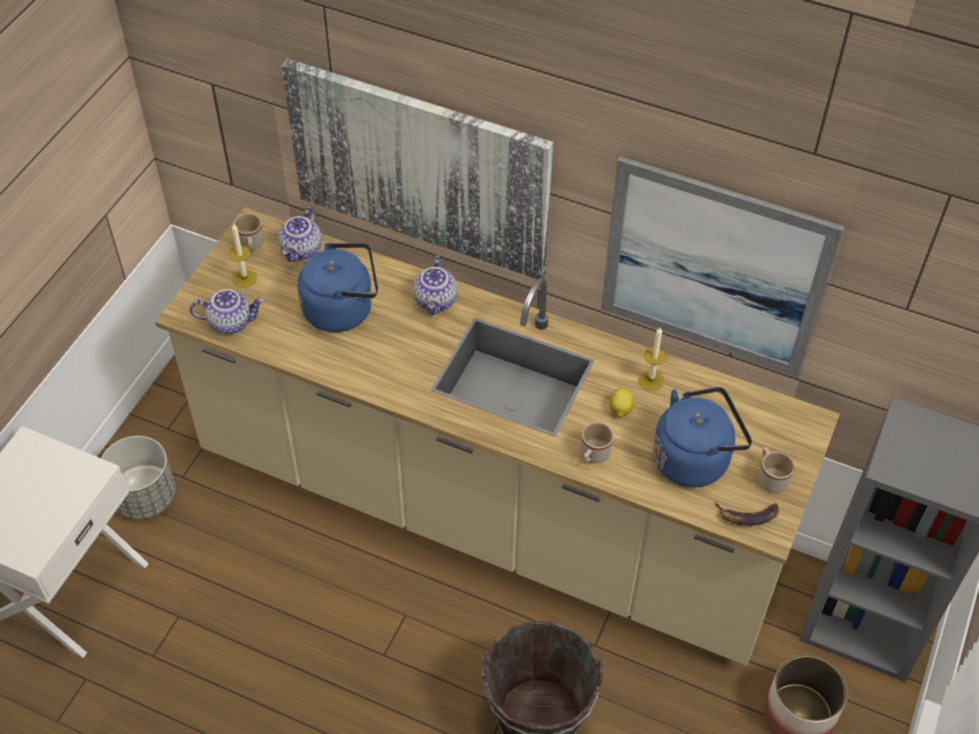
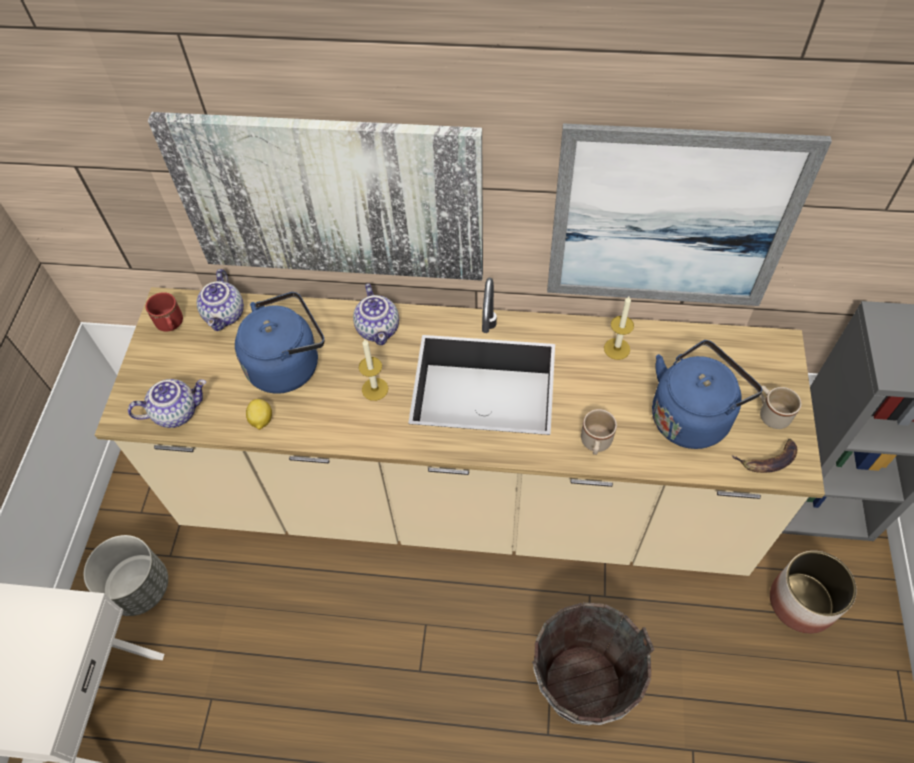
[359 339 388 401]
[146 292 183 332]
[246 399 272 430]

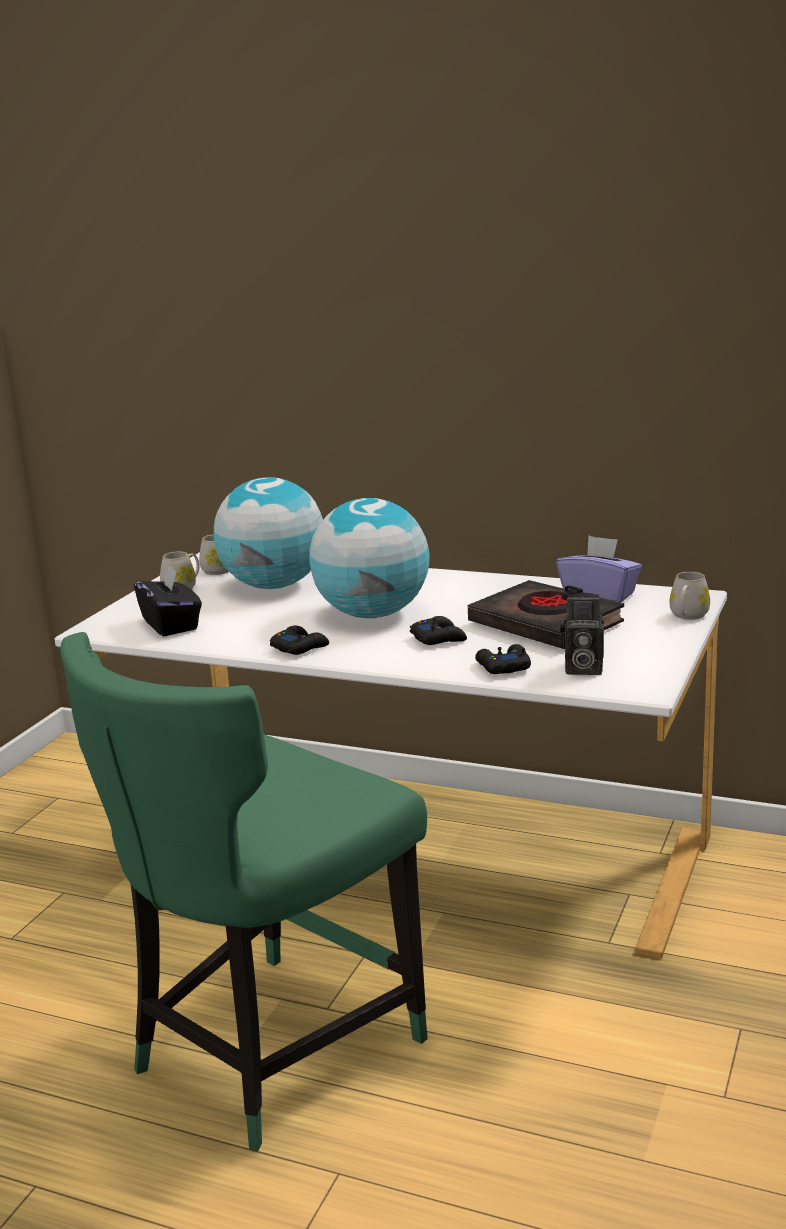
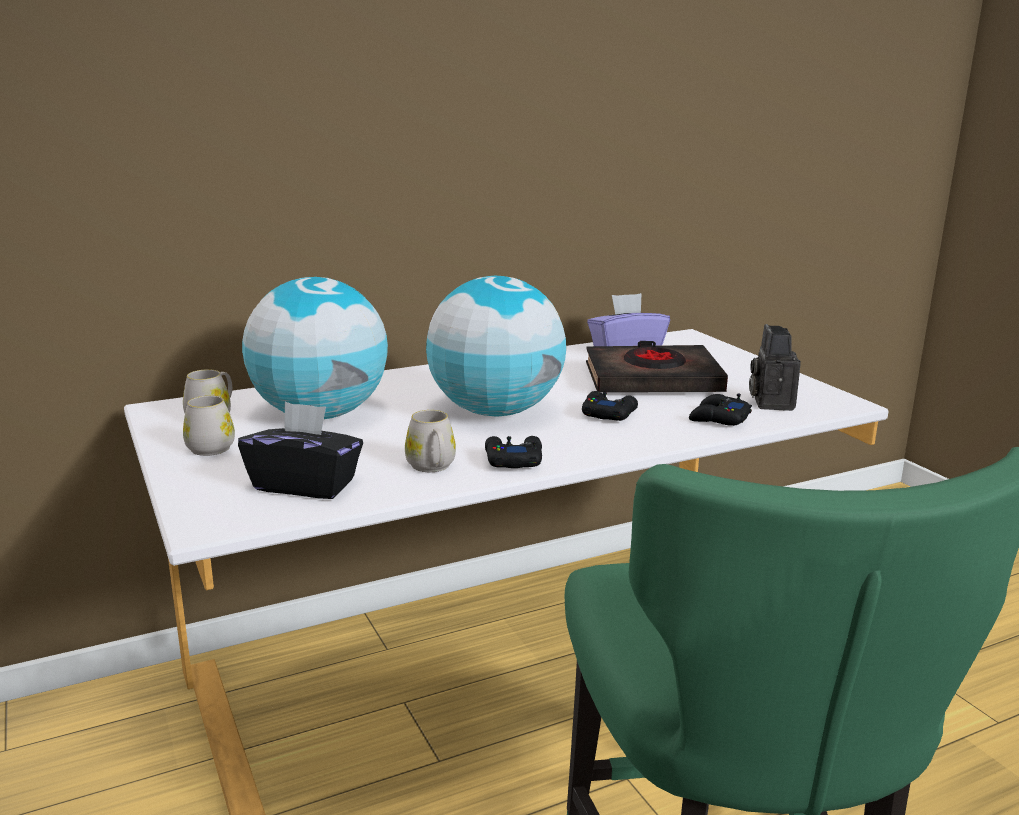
[749 324 801 411]
[405 410 456 472]

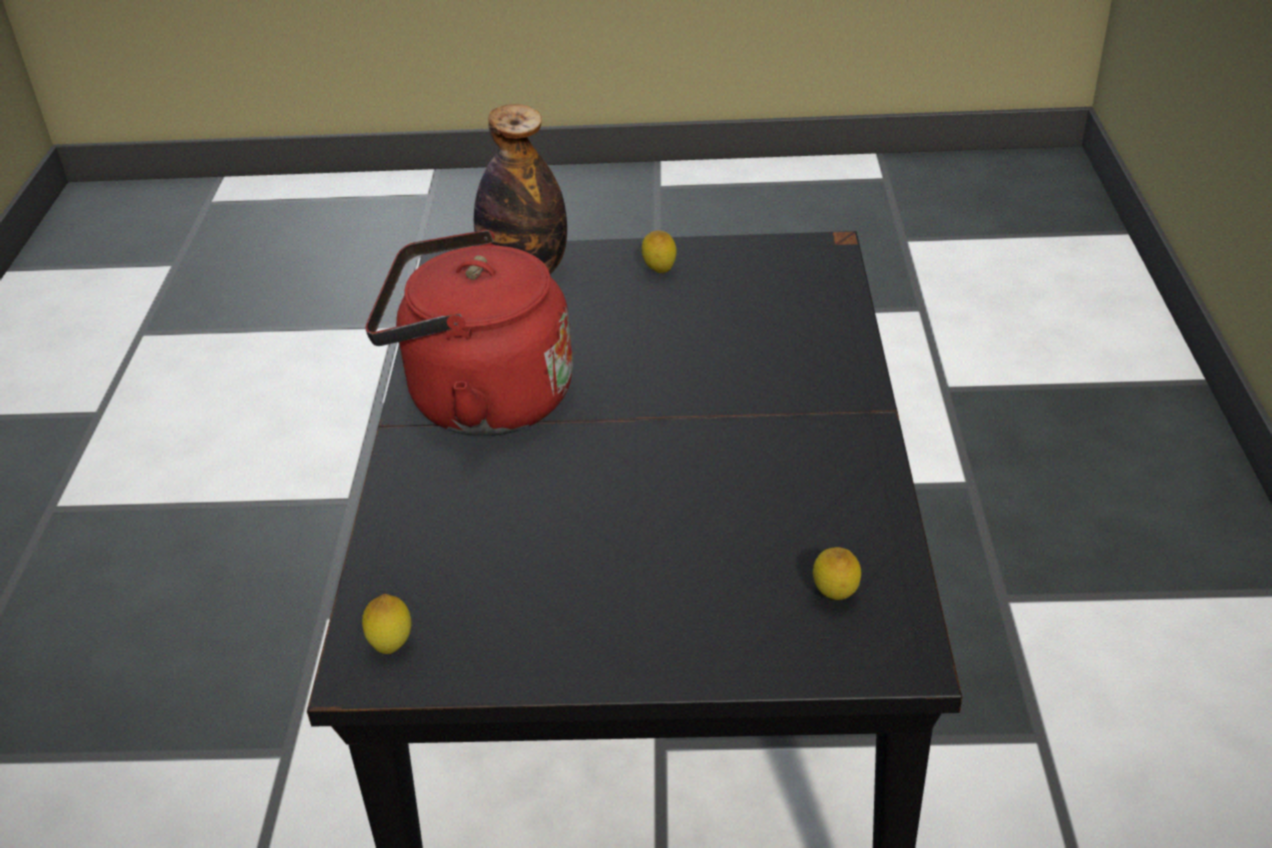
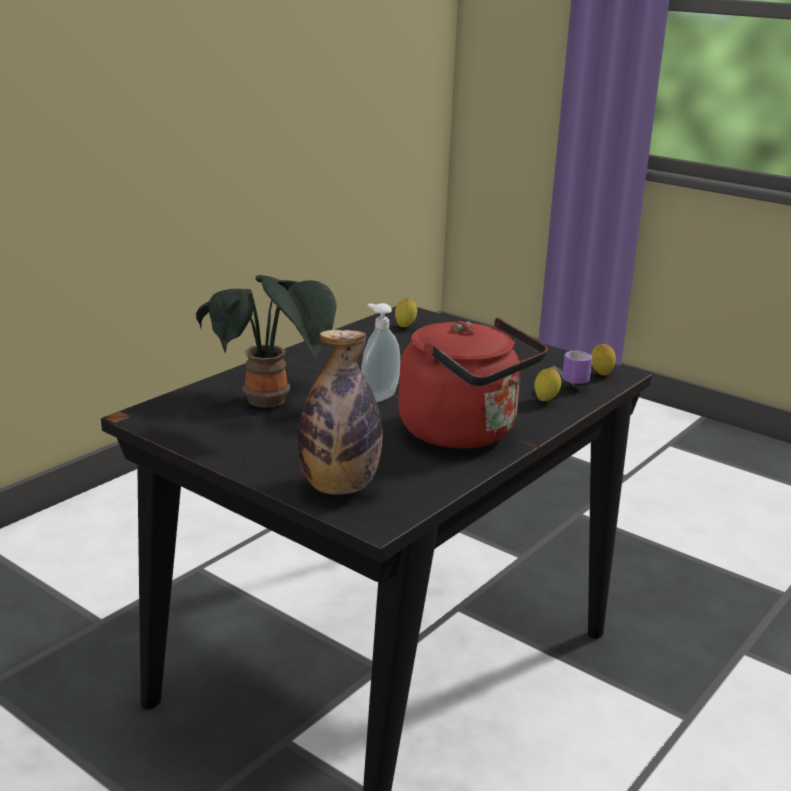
[534 367 561 401]
[196 275 337 408]
[361 303 400 402]
[553 351 592 385]

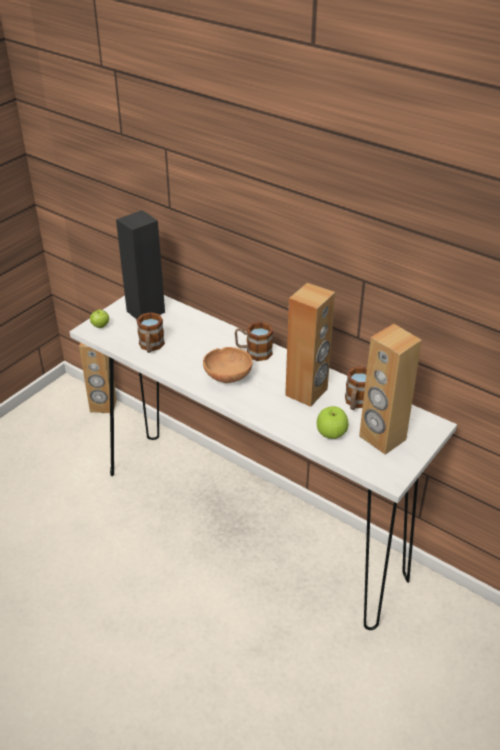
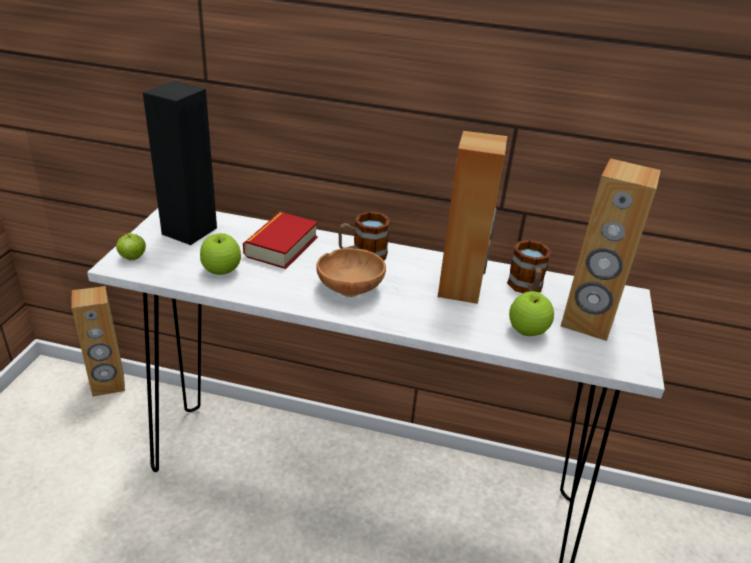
[200 233 241 275]
[243 212 318 269]

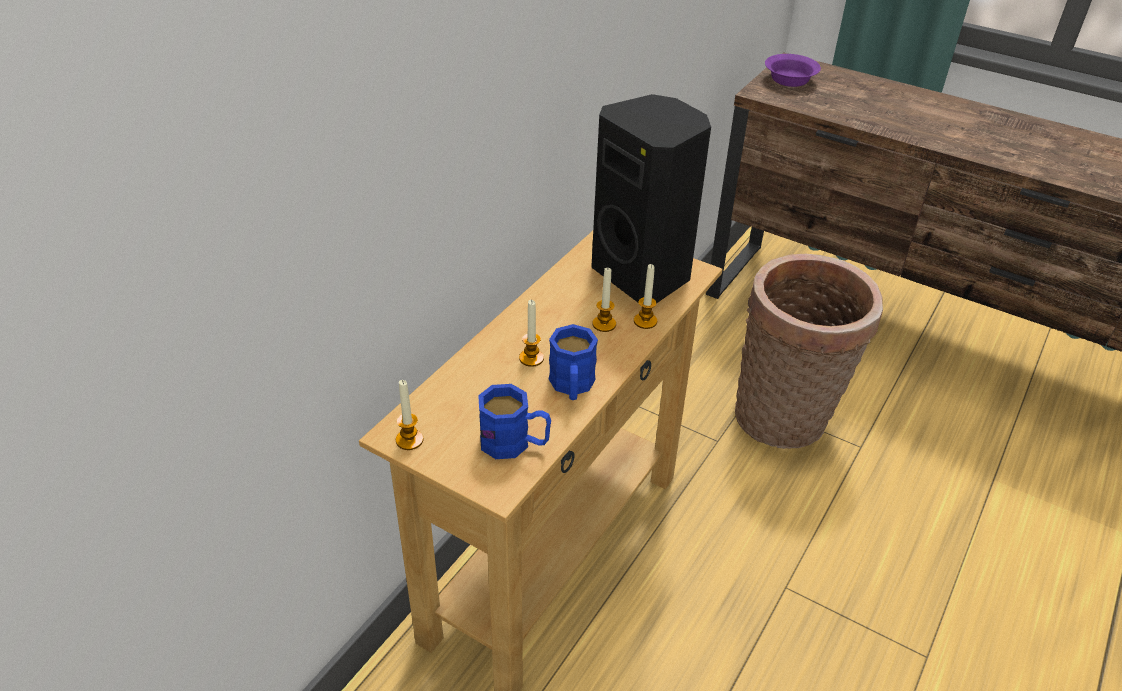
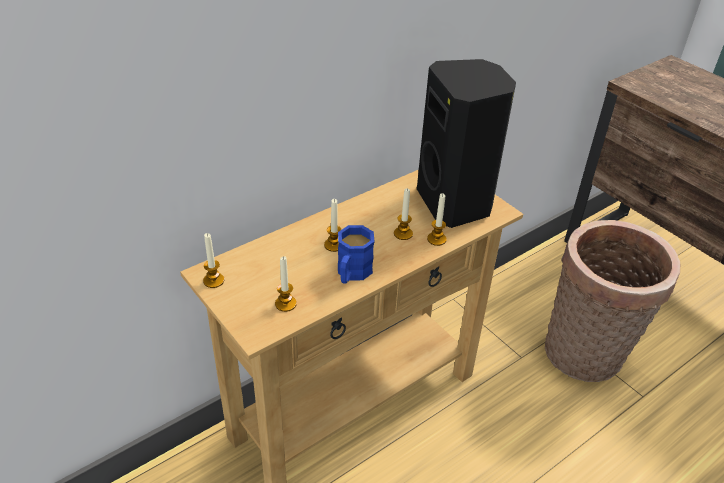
[275 256 297 312]
[765 54 821 87] (first image)

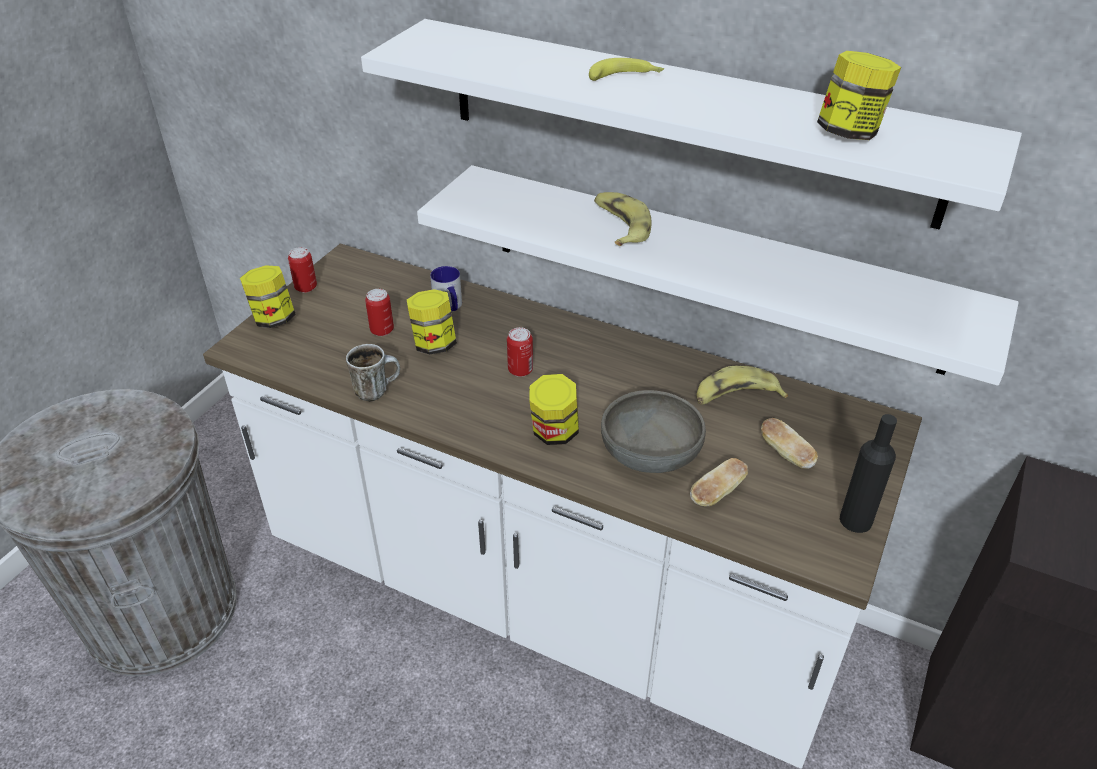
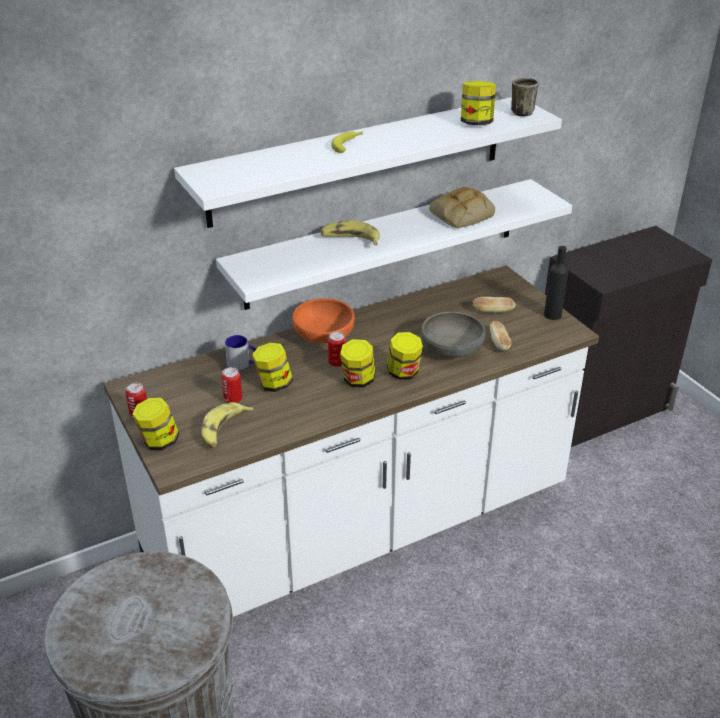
[511 77 539 117]
[201 402 254 448]
[292 298 355 344]
[340 339 376 387]
[429 187 495 228]

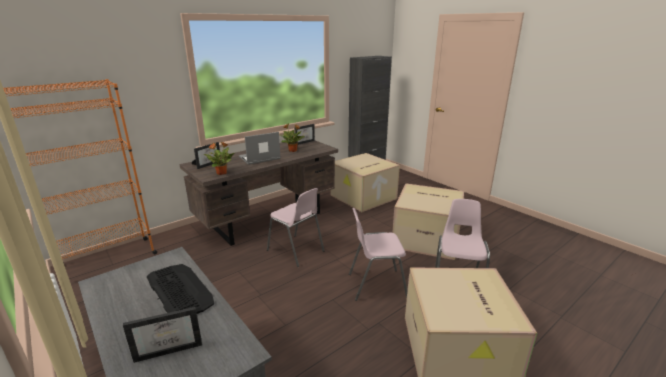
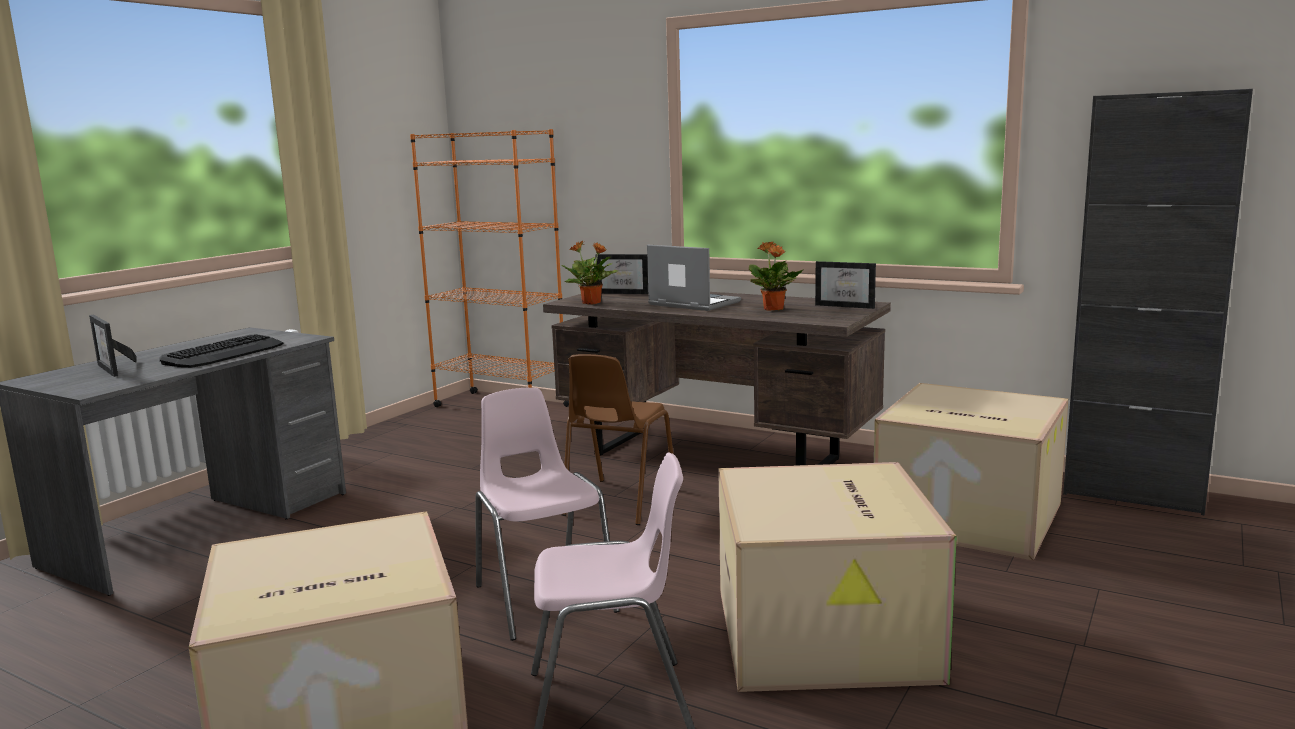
[561 354 673 525]

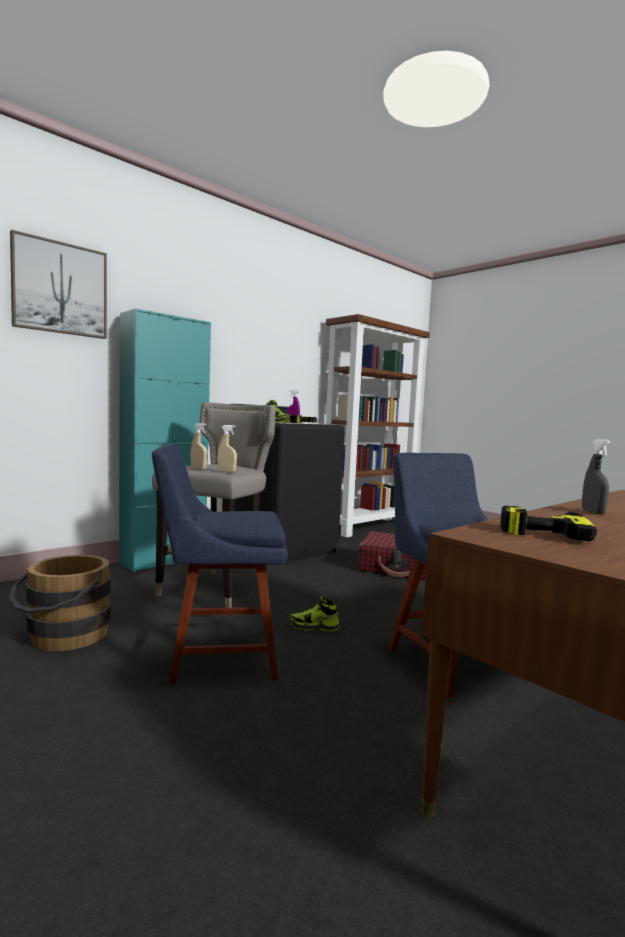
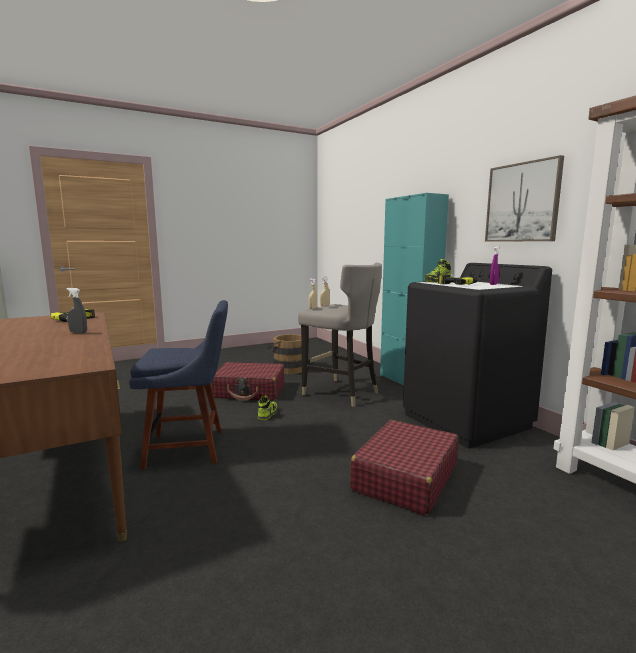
[485 155 564 242]
[212 362 284 401]

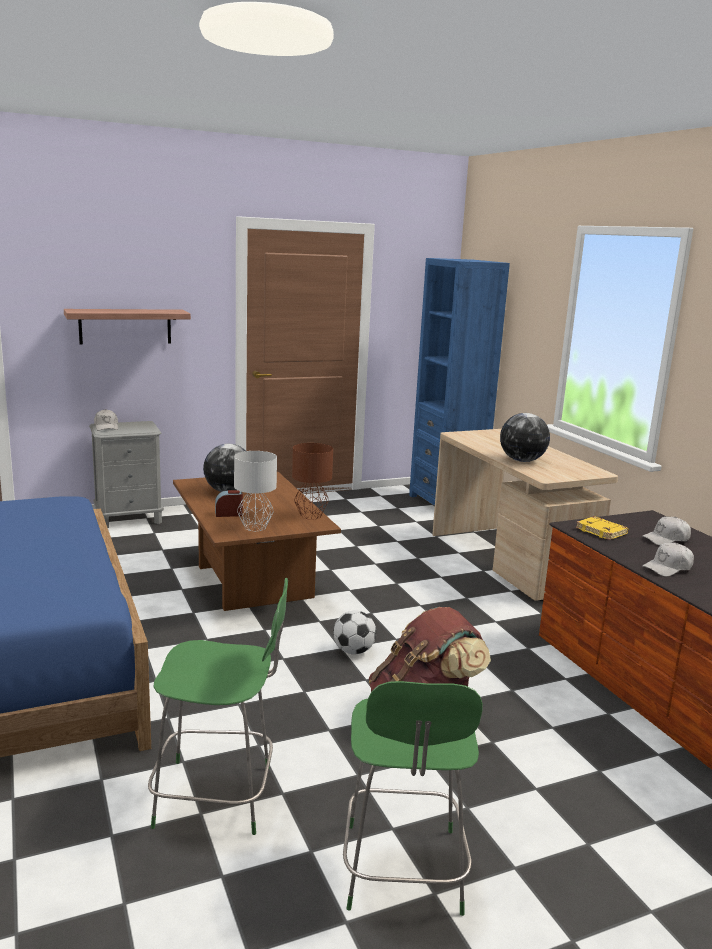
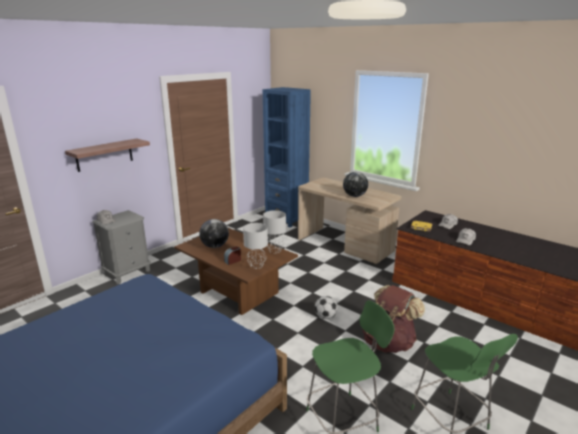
[263 210 286 253]

